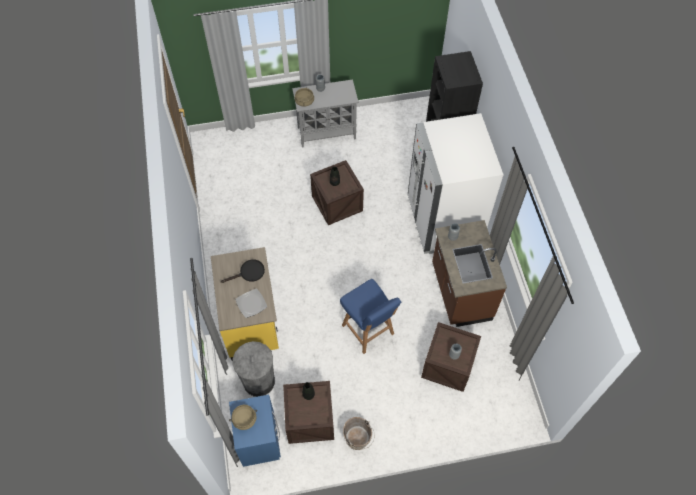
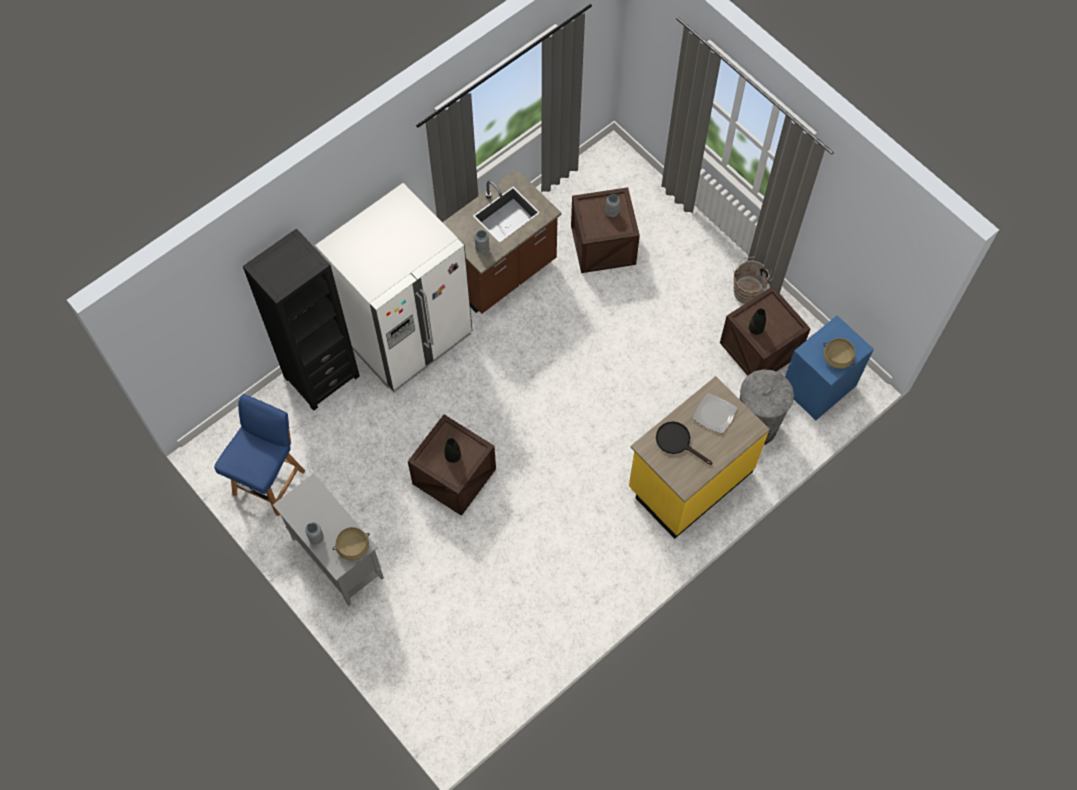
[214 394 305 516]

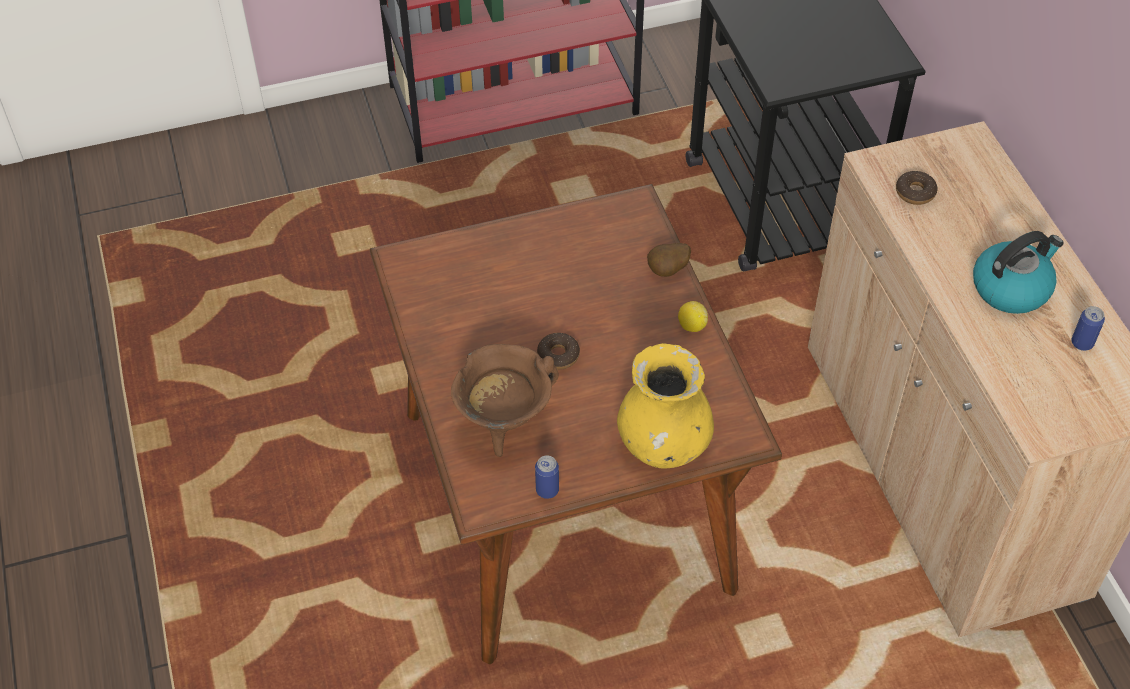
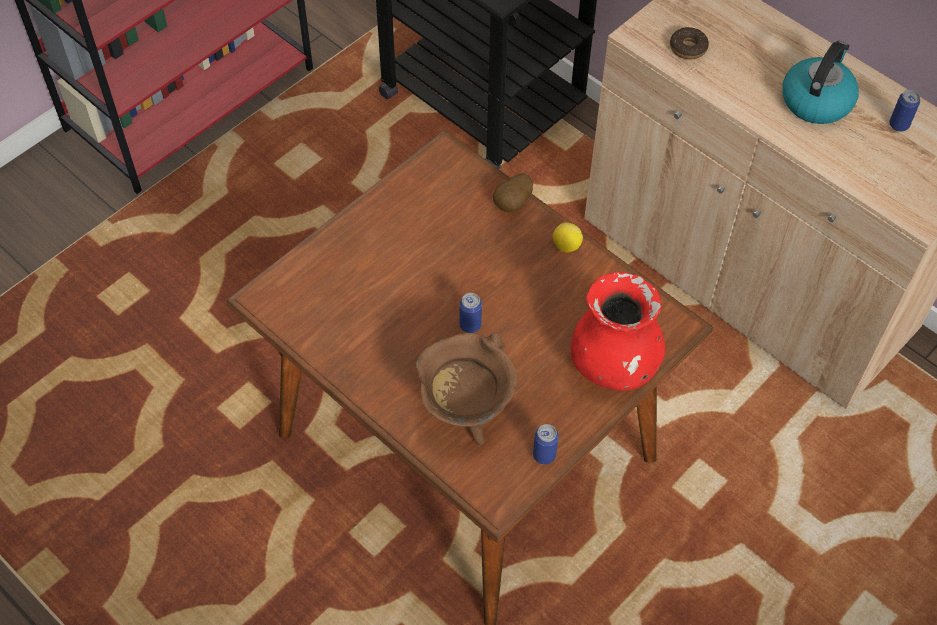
[460 293 482 333]
[571 272 665 391]

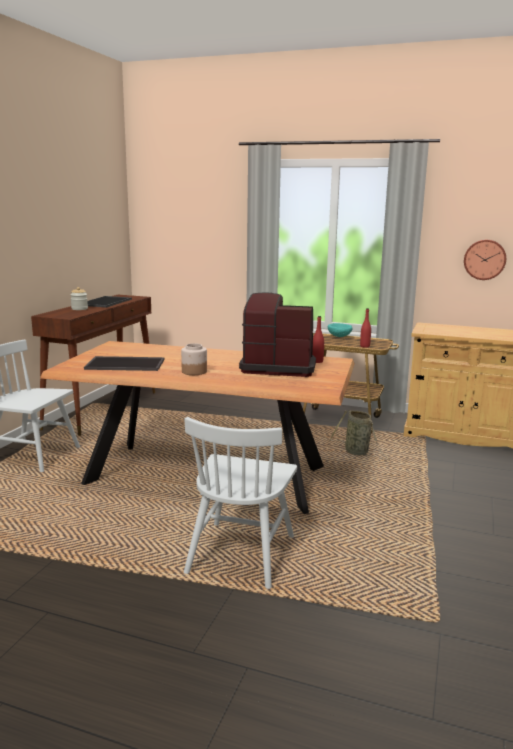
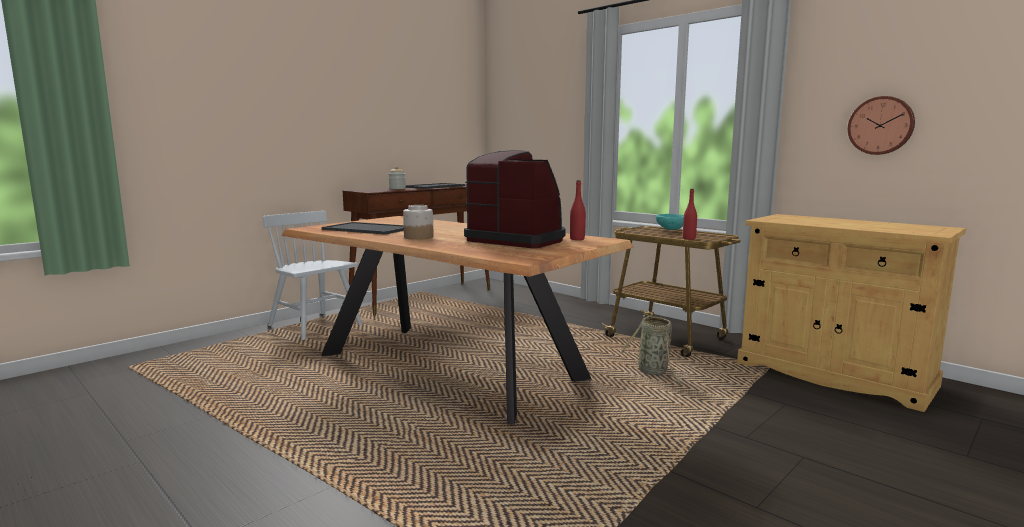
[184 417 297 589] (first image)

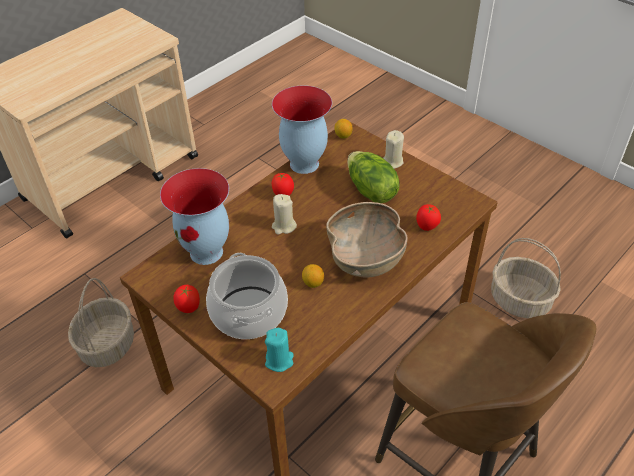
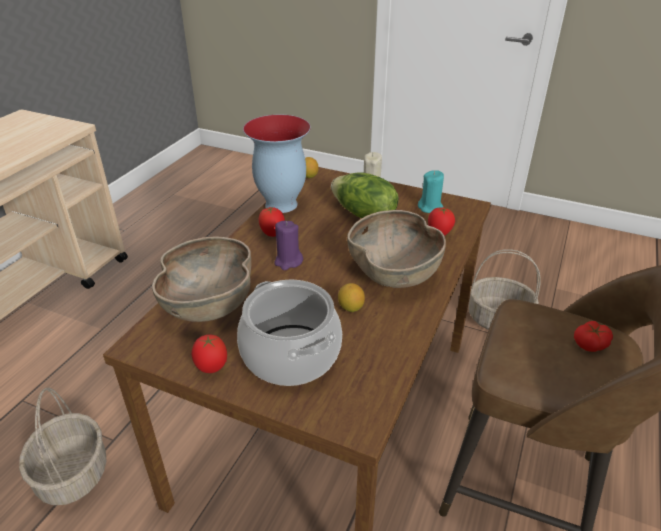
[152 237 251 322]
[418 170 444 213]
[274 221 303 270]
[574 321 613 352]

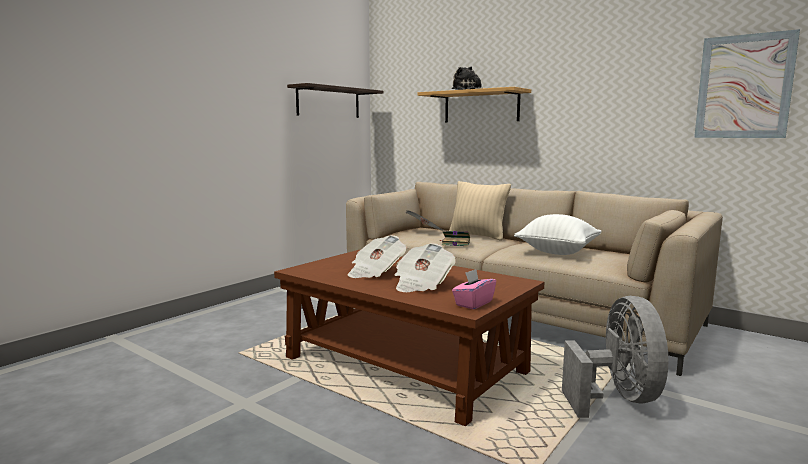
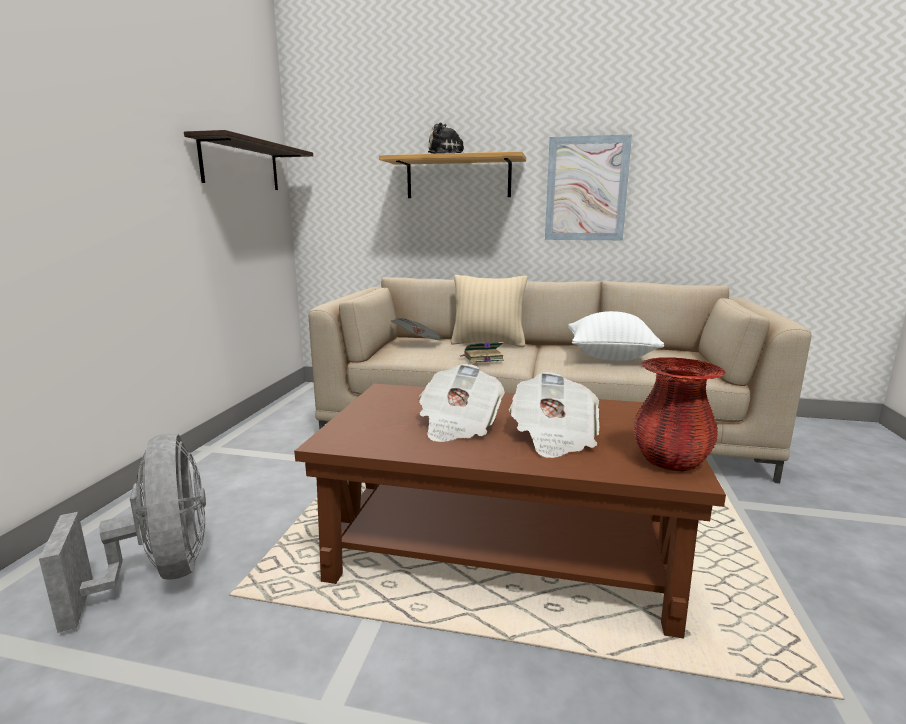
[633 357 726 471]
[39 434 206 633]
[545 134 632 240]

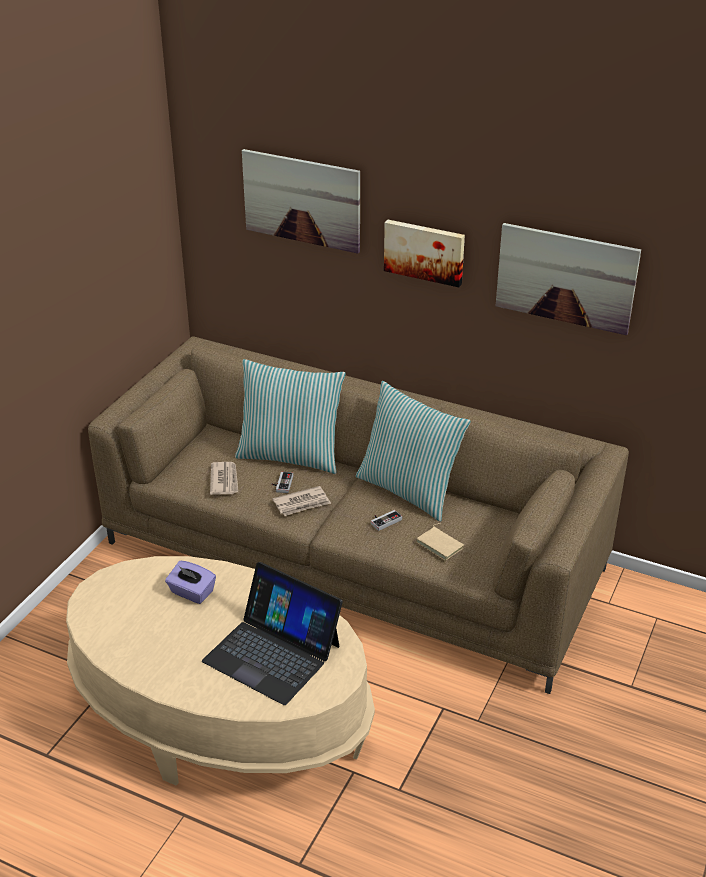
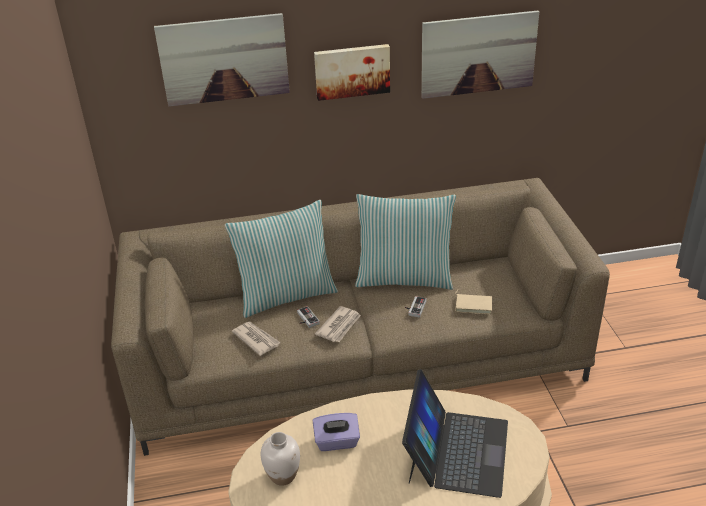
[402 369 508 498]
[261 432 300 486]

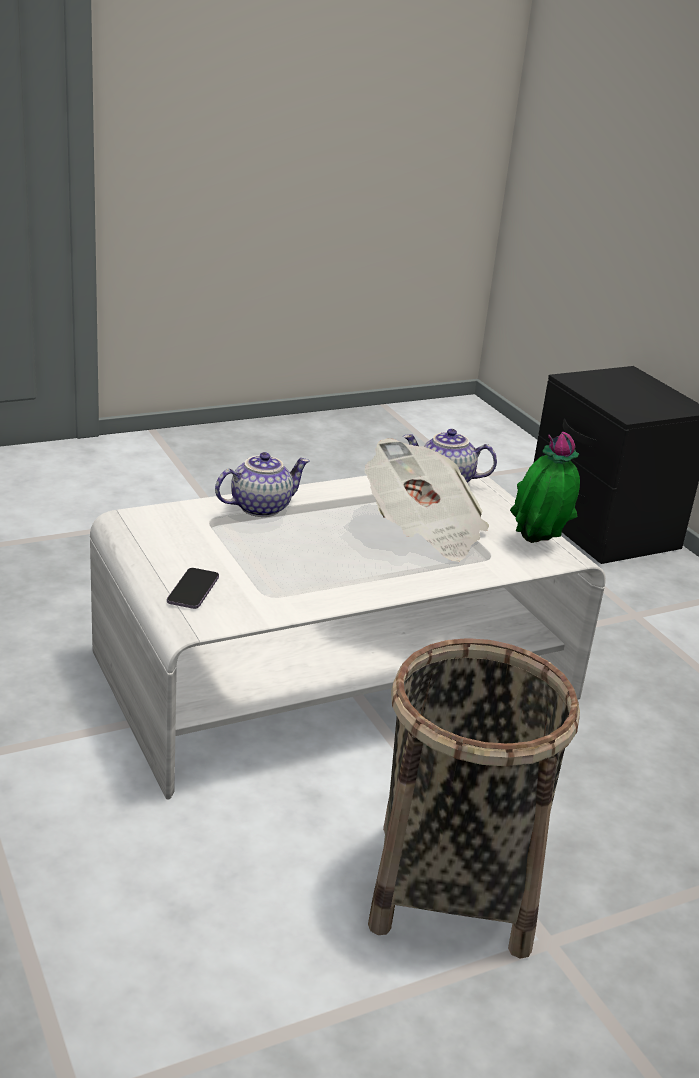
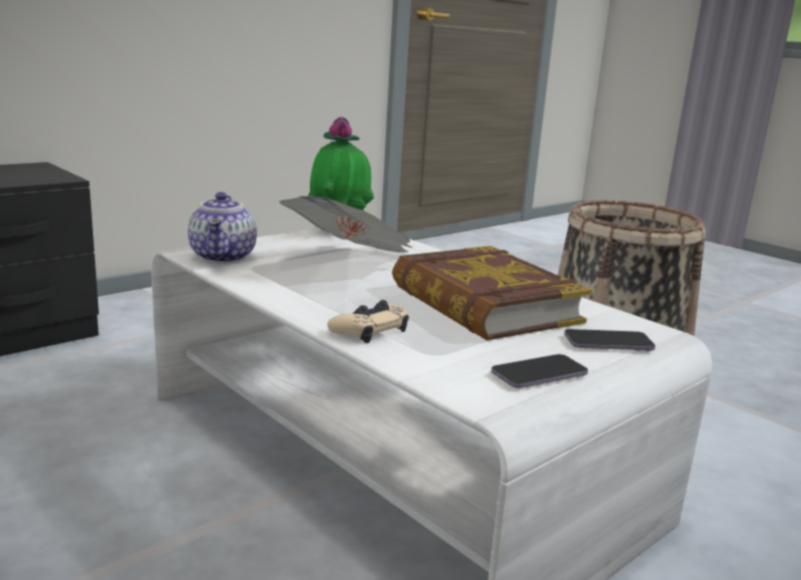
[327 300 409 343]
[392 246 592 341]
[491 354 588 388]

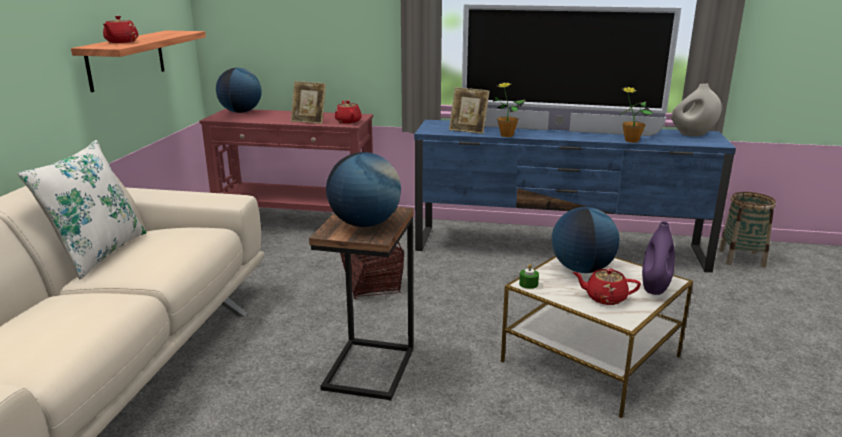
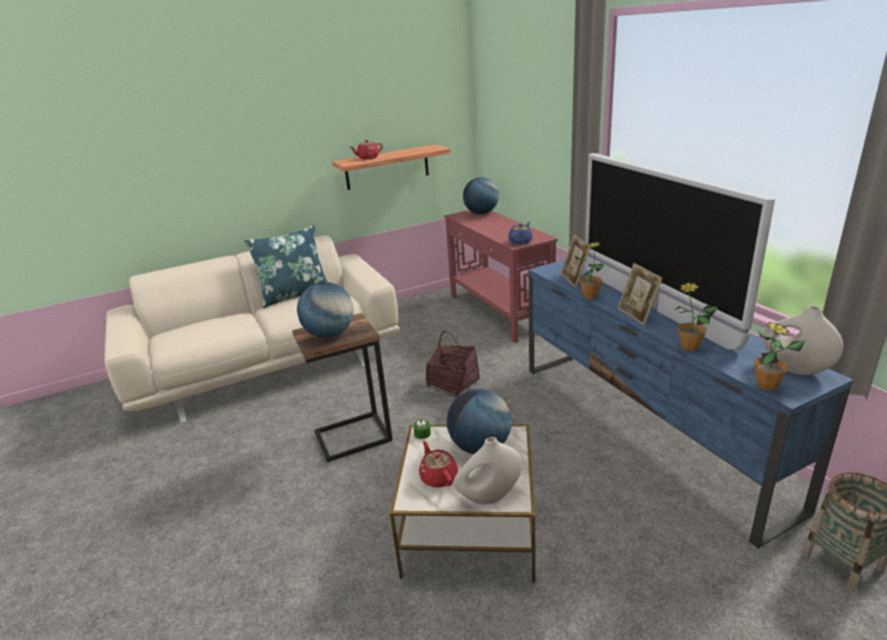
[244 225 327 308]
[617 263 662 325]
[508 222 533 244]
[454 437 522 505]
[754 322 805 390]

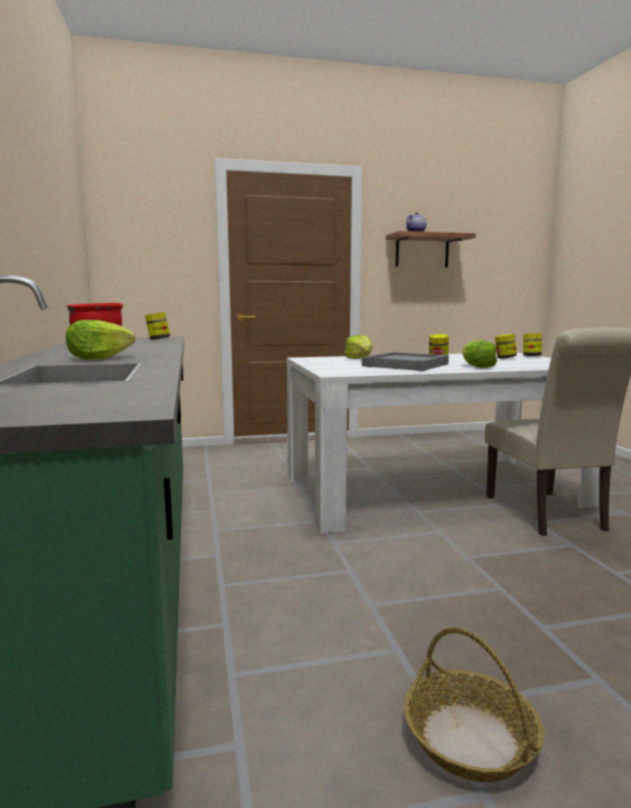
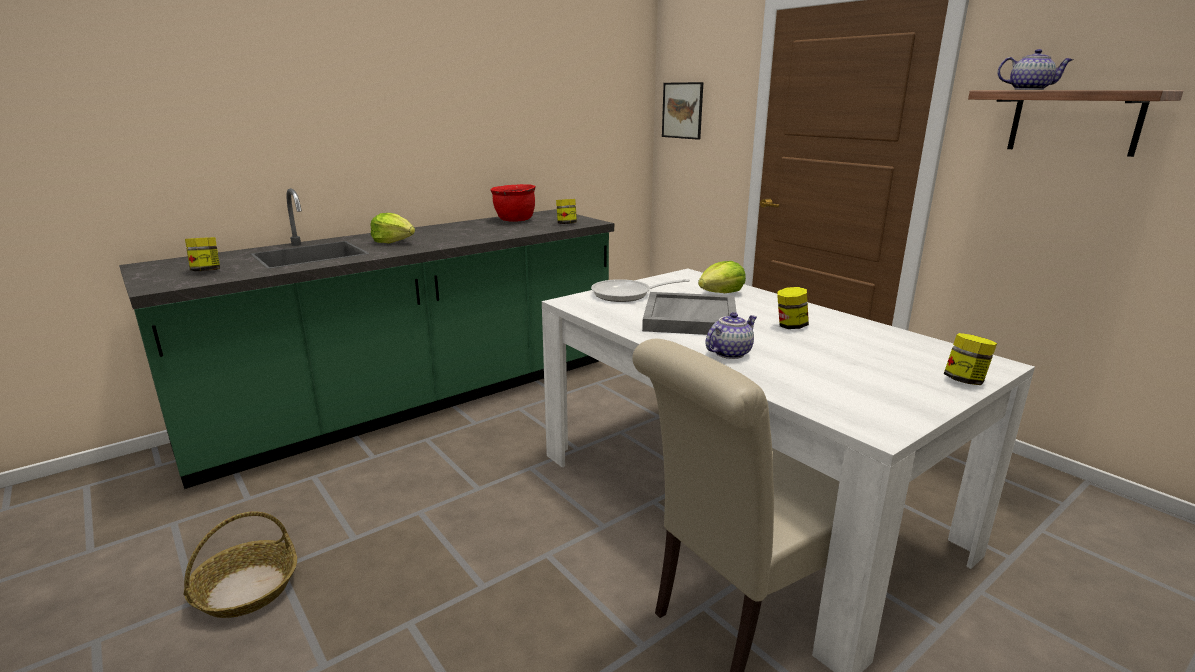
[705 312 757 359]
[185 237 220 271]
[591 279 690 302]
[662 82 703 140]

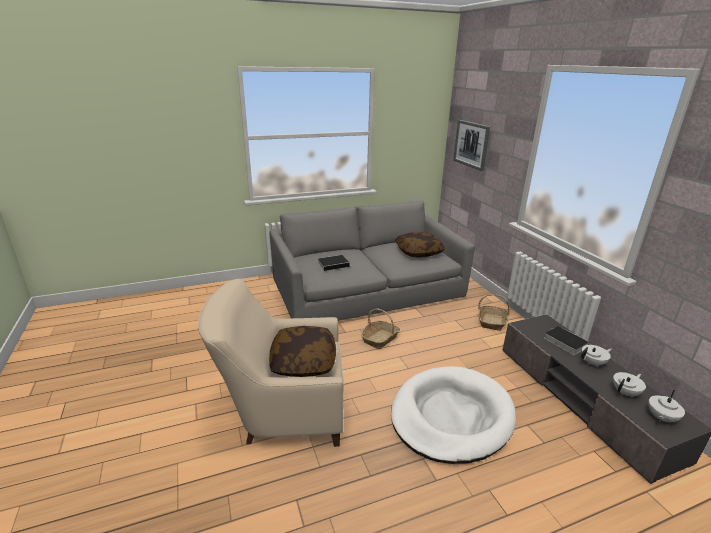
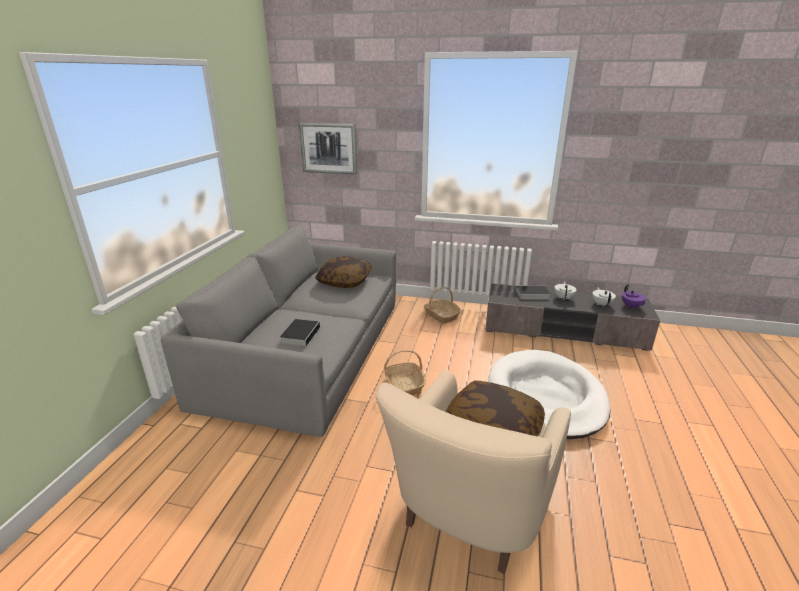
[622 285 646 309]

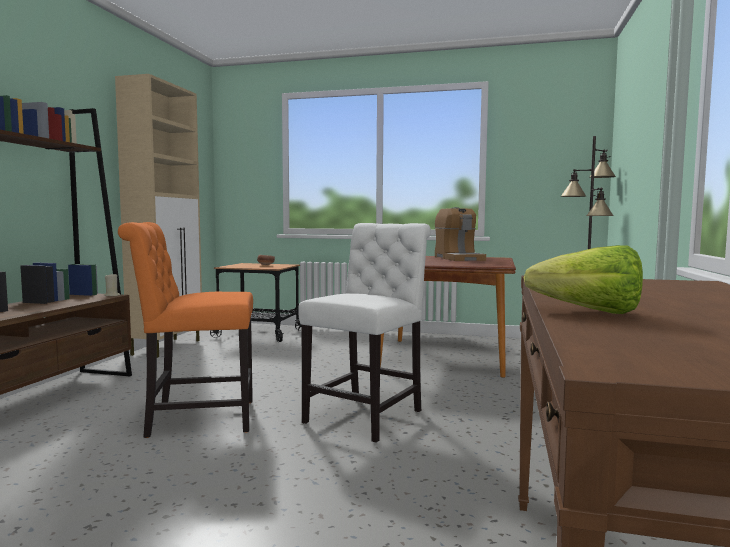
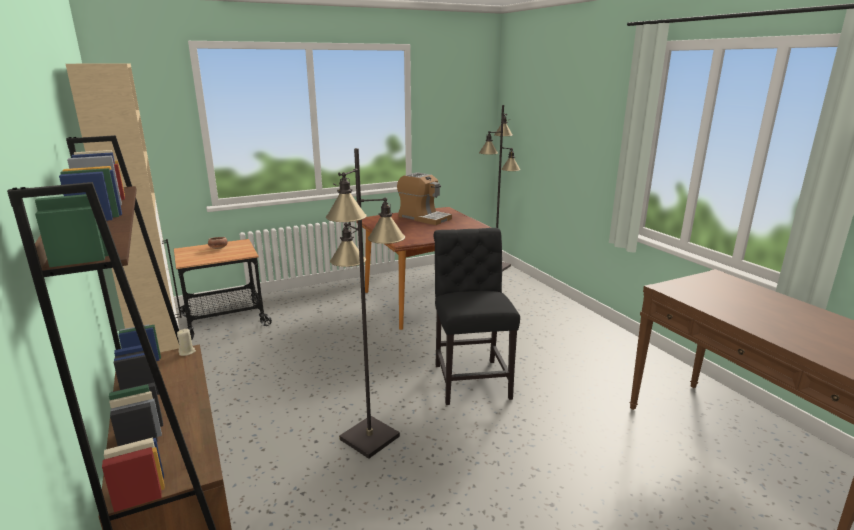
[326 148 405 459]
[434 228 520 405]
[524 245 643 314] (first image)

